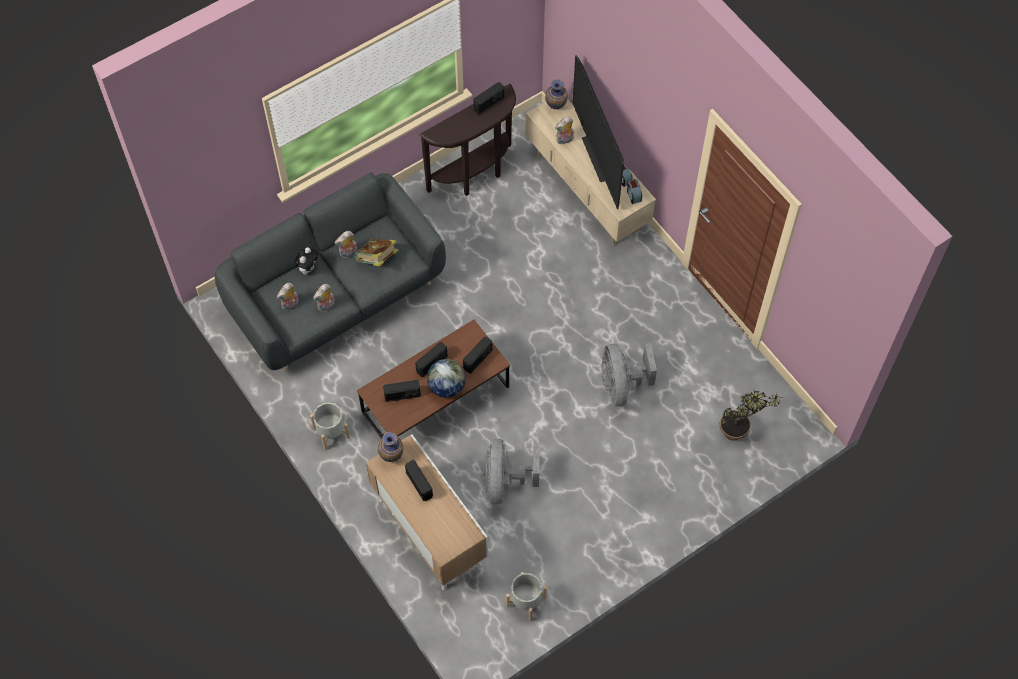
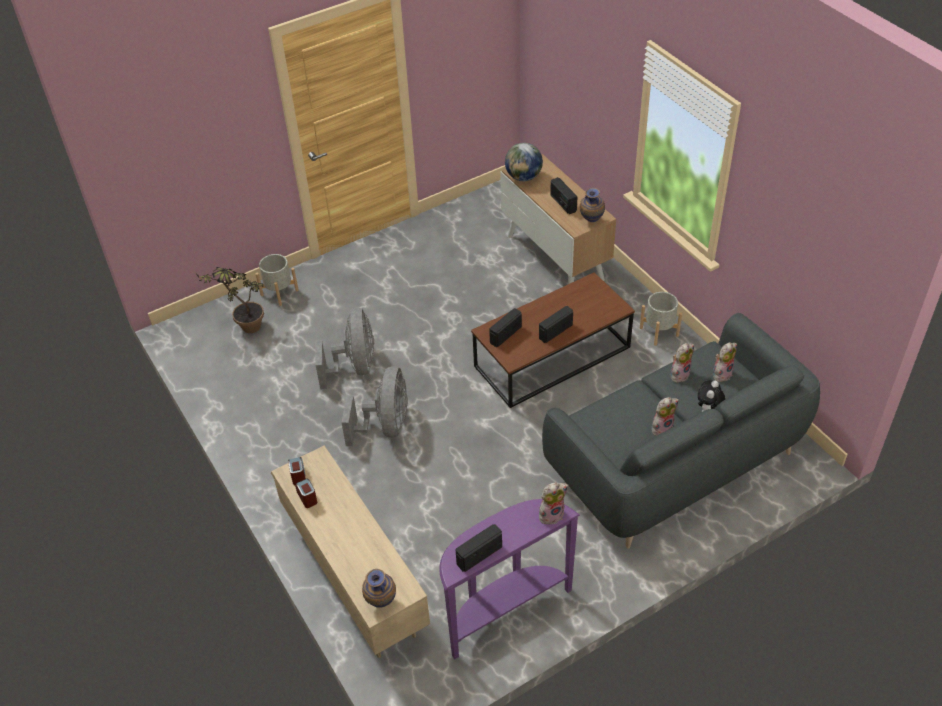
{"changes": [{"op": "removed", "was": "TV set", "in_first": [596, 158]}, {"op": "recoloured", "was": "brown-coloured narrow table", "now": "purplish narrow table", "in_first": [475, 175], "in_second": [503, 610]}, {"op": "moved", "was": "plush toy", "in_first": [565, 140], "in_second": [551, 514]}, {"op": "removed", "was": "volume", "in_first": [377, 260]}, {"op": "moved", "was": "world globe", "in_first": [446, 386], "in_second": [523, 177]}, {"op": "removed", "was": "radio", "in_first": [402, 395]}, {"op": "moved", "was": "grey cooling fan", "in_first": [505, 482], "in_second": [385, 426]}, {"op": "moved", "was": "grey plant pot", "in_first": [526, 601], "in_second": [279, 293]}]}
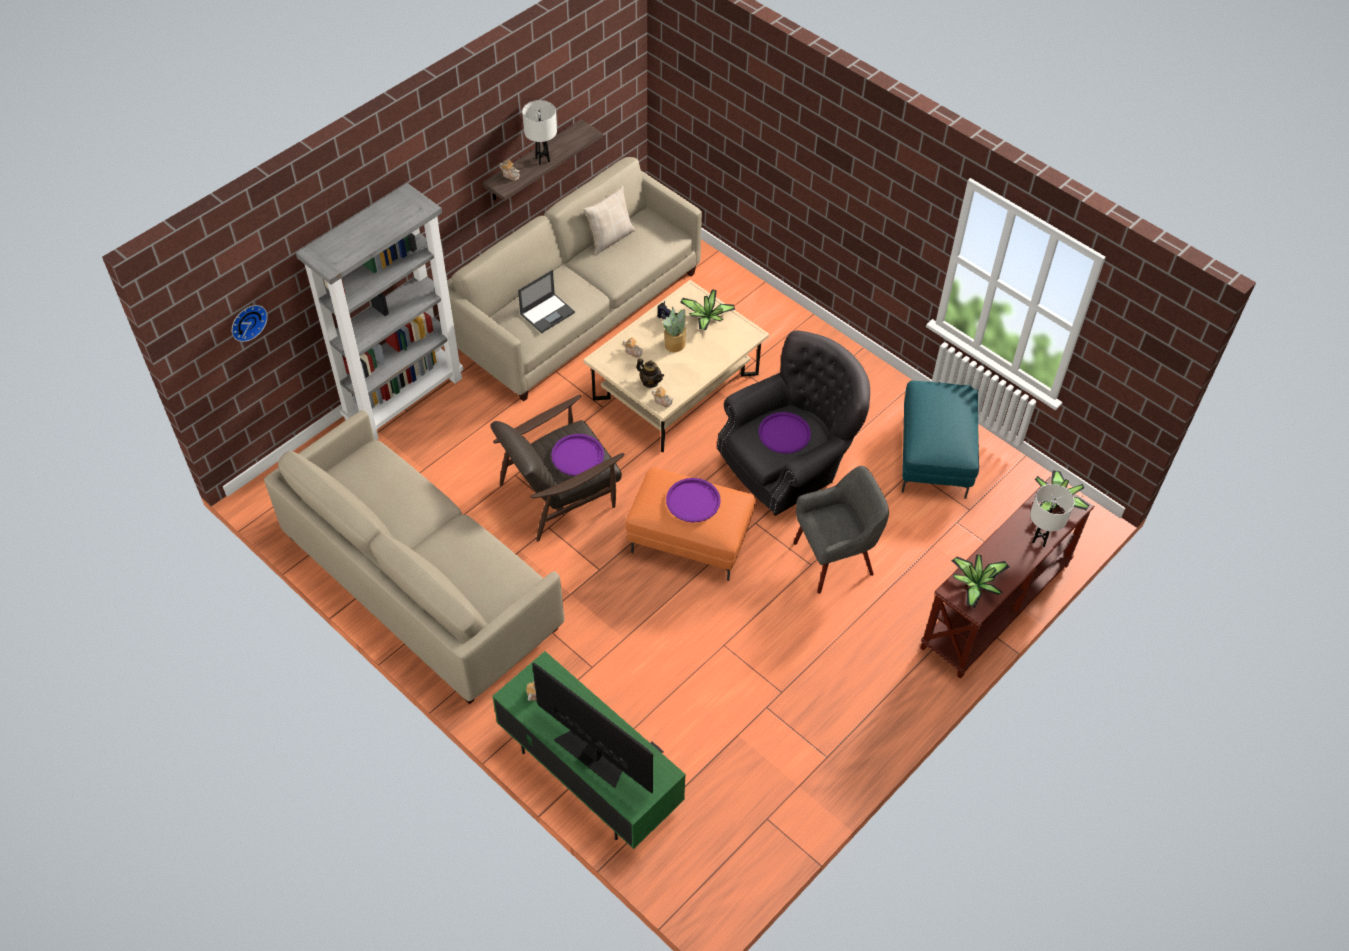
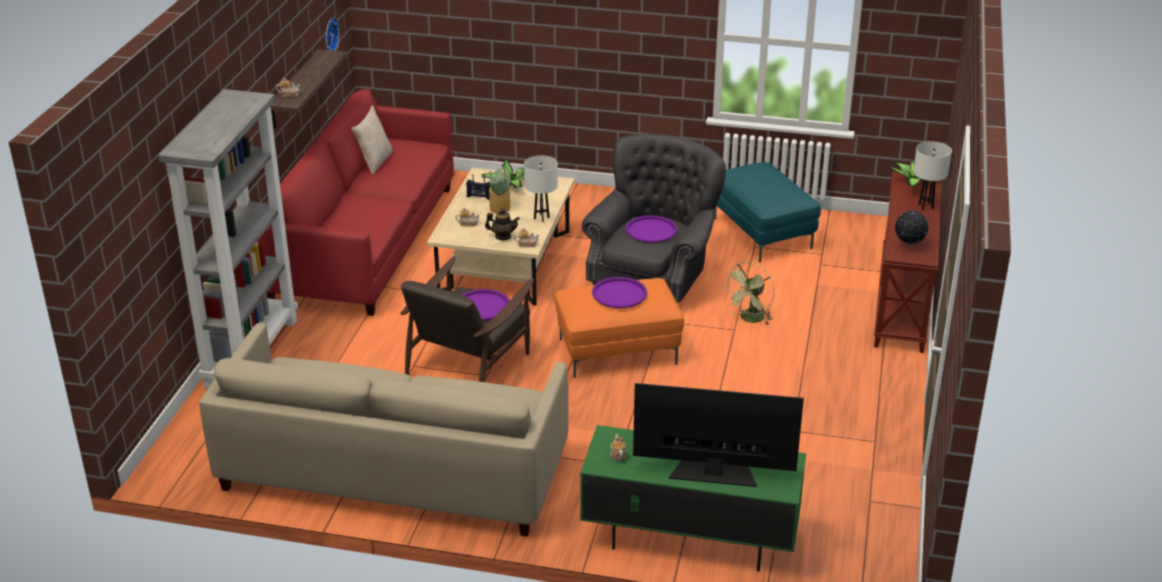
{"changes": [{"op": "moved", "was": "white lamp for a table", "in_first": [542, 160], "in_second": [541, 218]}, {"op": "recoloured", "was": "sand-coloured couch", "now": "red couch", "in_first": [576, 309], "in_second": [364, 242]}, {"op": "removed", "was": "laptop", "in_first": [547, 313]}, {"op": "moved", "was": "clock on the wall", "in_first": [247, 321], "in_second": [329, 35]}, {"op": "replaced", "was": "grey armchair", "now": "greenish cooling fan", "in_first": [834, 559], "in_second": [750, 319]}, {"op": "replaced", "was": "potted plant", "now": "world globe", "in_first": [975, 584], "in_second": [909, 245]}]}
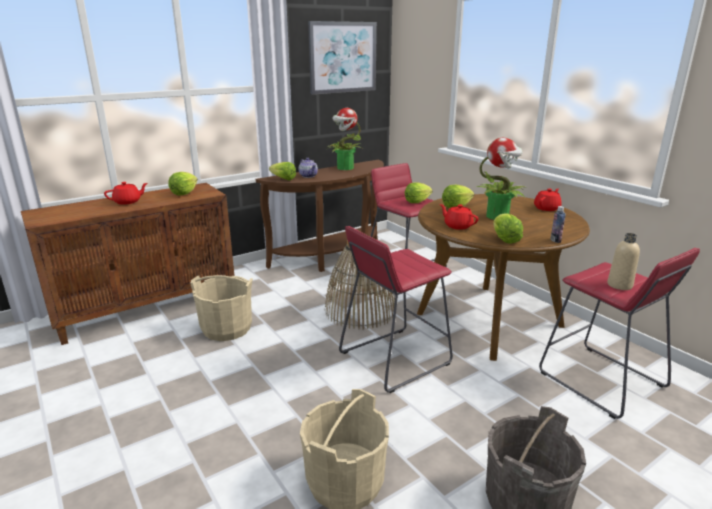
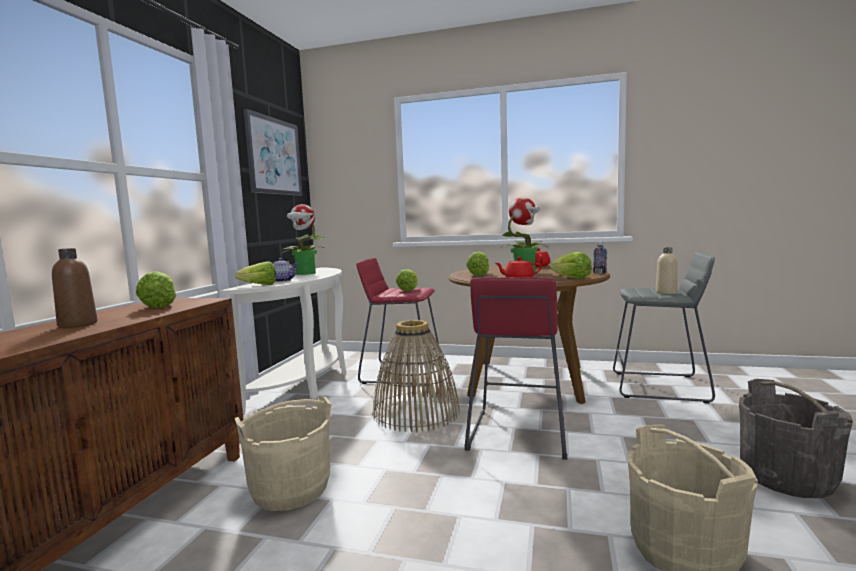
{"changes": [{"op": "recoloured", "was": "brown-coloured narrow table", "now": "white narrow table", "in_first": [333, 258], "in_second": [308, 384]}, {"op": "replaced", "was": "red pot for tea", "now": "brown-coloured drink bottle", "in_first": [128, 202], "in_second": [78, 324]}, {"op": "recoloured", "was": "red stool", "now": "grey stool", "in_first": [601, 380], "in_second": [659, 387]}]}
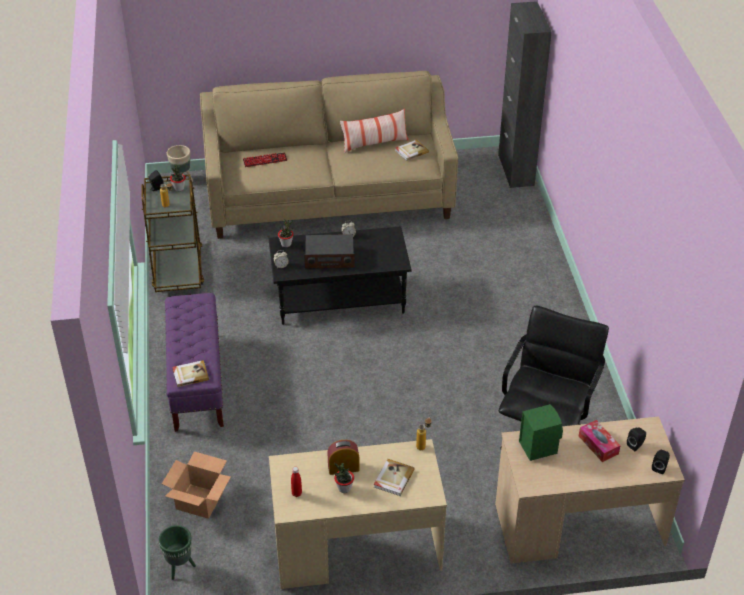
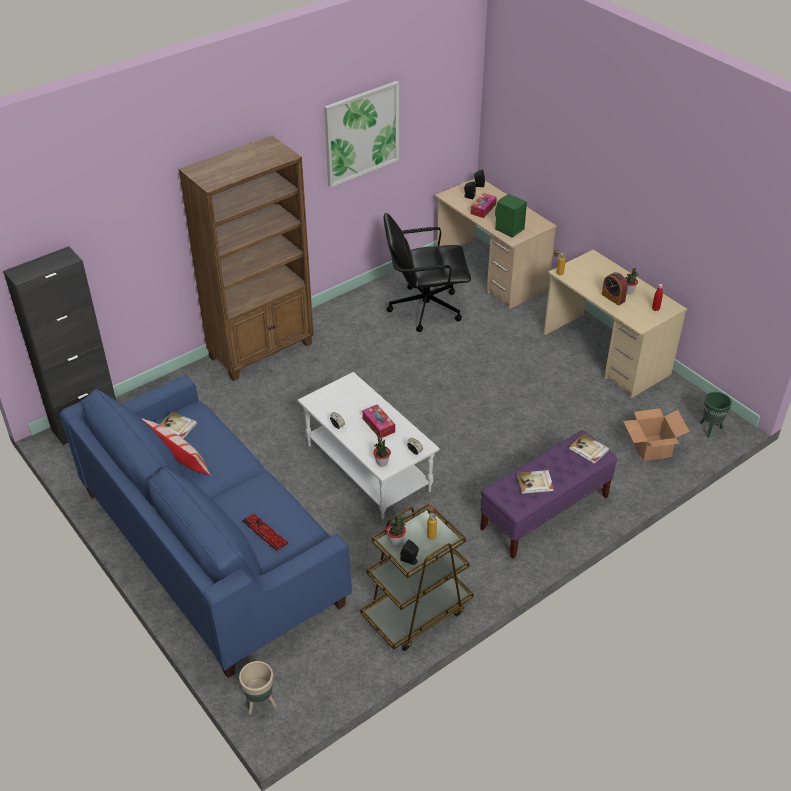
{"changes": [{"op": "recoloured", "was": "sand-coloured couch", "now": "blue couch", "in_first": [329, 195], "in_second": [211, 547]}, {"op": "recoloured", "was": "black coffee table", "now": "white coffee table", "in_first": [340, 298], "in_second": [366, 468]}, {"op": "replaced", "was": "radio", "now": "tissue holder", "in_first": [329, 258], "in_second": [378, 425]}, {"op": "moved", "was": "volume", "in_first": [393, 478], "in_second": [535, 483]}, {"op": "added", "now": "wall picture", "in_second": [361, 133]}, {"op": "added", "now": "brown-coloured bookcase", "in_second": [262, 350]}]}
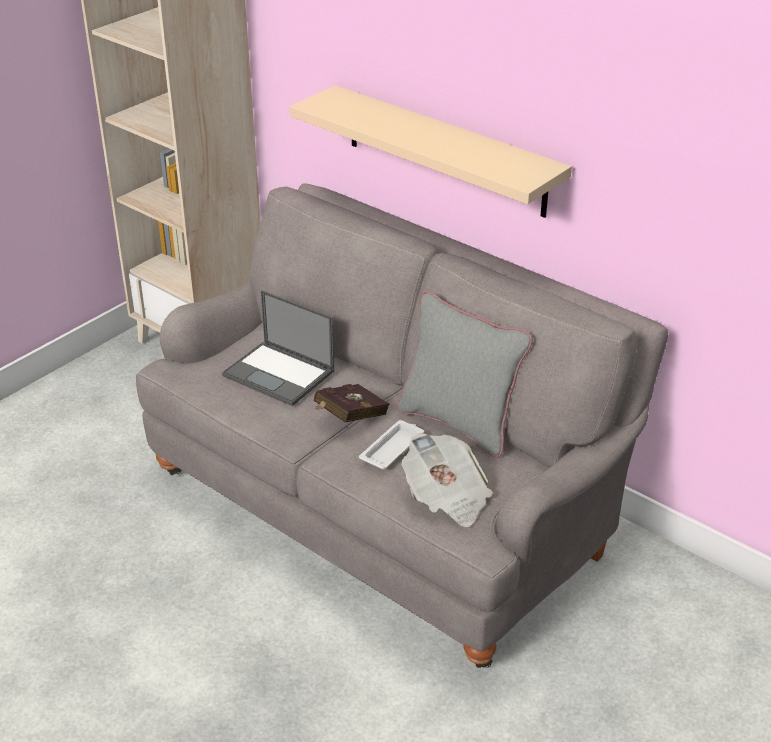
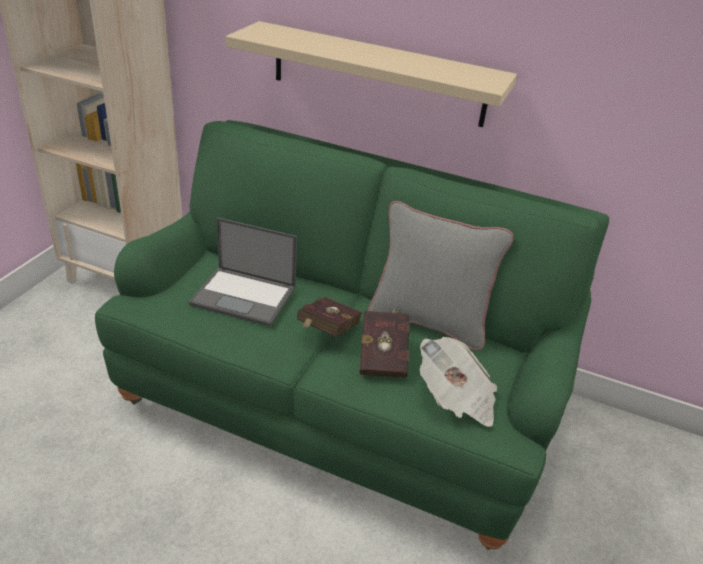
{"changes": [{"op": "recoloured", "was": "grey couch", "now": "greenish couch", "in_first": [386, 505], "in_second": [341, 401]}, {"op": "replaced", "was": "white carrying tray", "now": "red volume", "in_first": [393, 448], "in_second": [383, 355]}]}
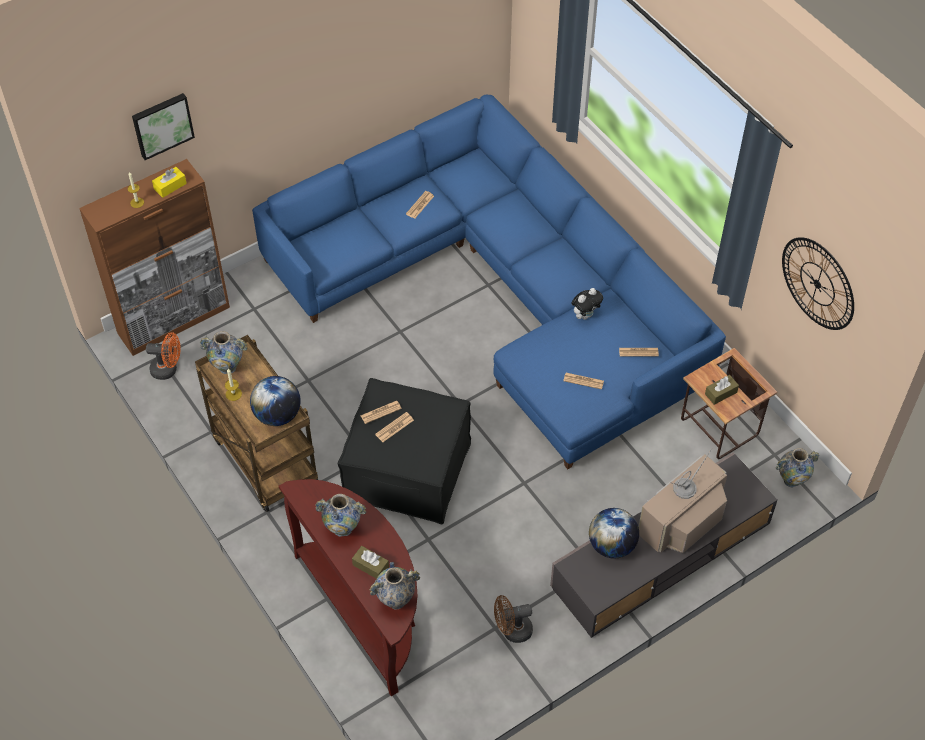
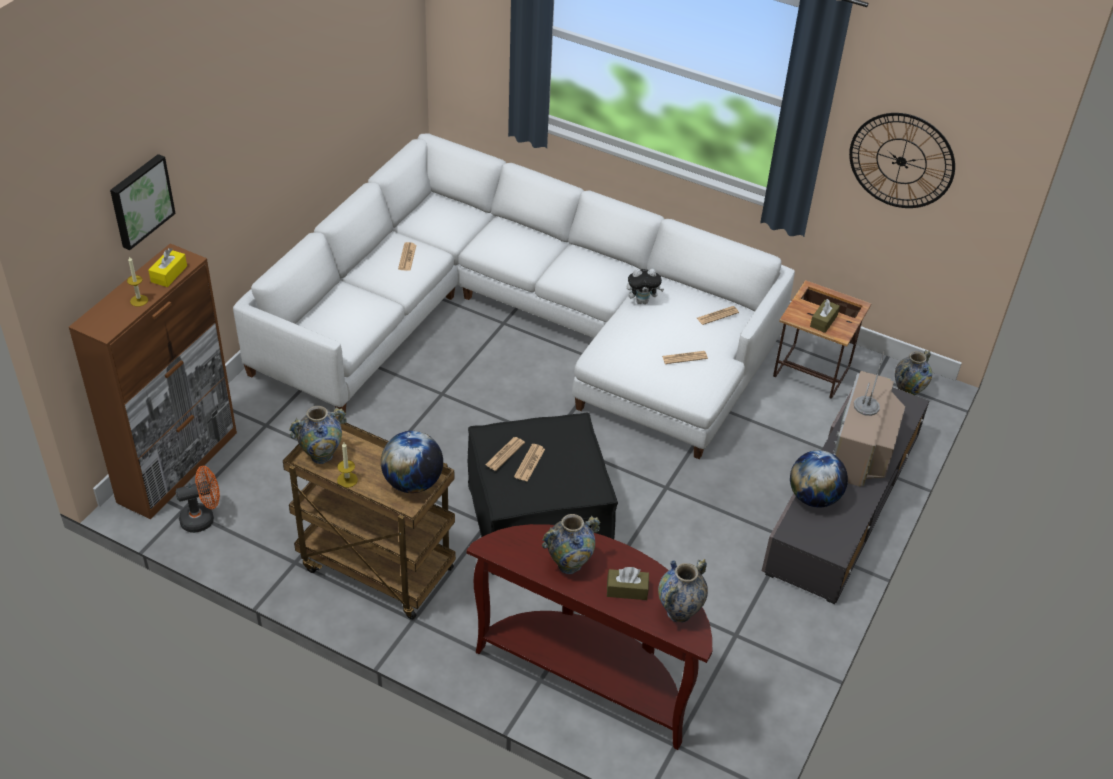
{"changes": [{"op": "recoloured", "was": "blue couch", "now": "white couch", "in_first": [500, 291], "in_second": [519, 324]}, {"op": "turned", "was": "plush toy", "in_first": [585, 315], "in_second": [642, 301], "clockwise": 60}, {"op": "removed", "was": "brown-coloured cooling fan", "in_first": [512, 631]}]}
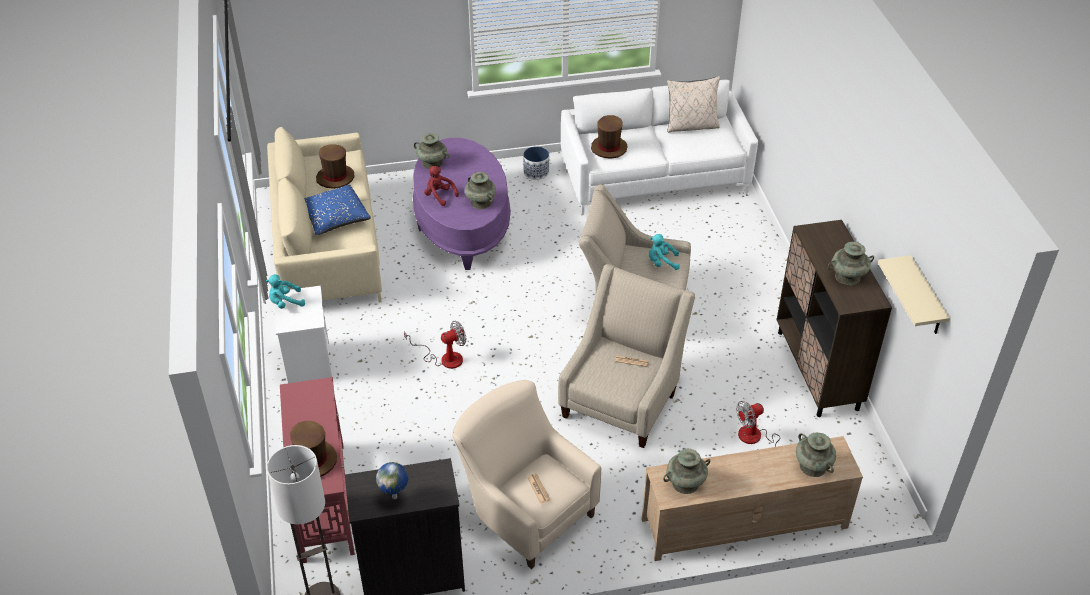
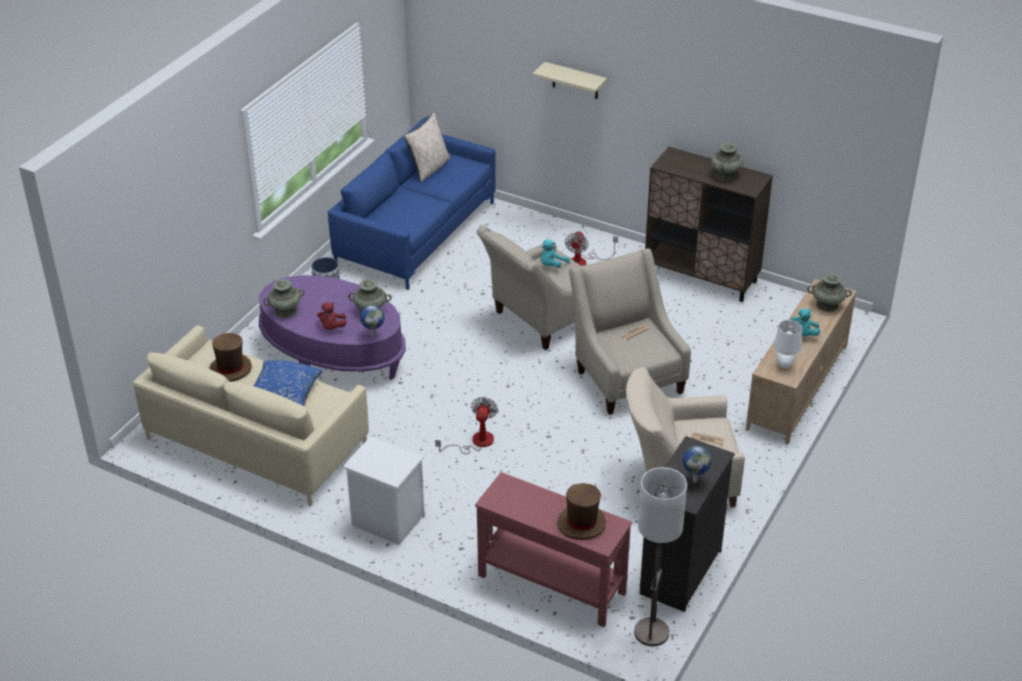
{"changes": [{"op": "recoloured", "was": "white couch", "now": "blue couch", "in_first": [654, 177], "in_second": [416, 233]}, {"op": "removed", "was": "brown-coloured clothing hat", "in_first": [609, 148]}, {"op": "turned", "was": "red plush toy", "in_first": [439, 196], "in_second": [332, 327], "clockwise": -75}, {"op": "moved", "was": "sand-coloured shelf", "in_first": [926, 298], "in_second": [575, 81]}, {"op": "moved", "was": "turquoise plush toy", "in_first": [285, 302], "in_second": [803, 334]}, {"op": "moved", "was": "cooling fan", "in_first": [758, 438], "in_second": [583, 262]}, {"op": "replaced", "was": "turquoise vase", "now": "white lamp for a table", "in_first": [685, 483], "in_second": [785, 365]}, {"op": "added", "now": "world globe", "in_second": [373, 335]}]}
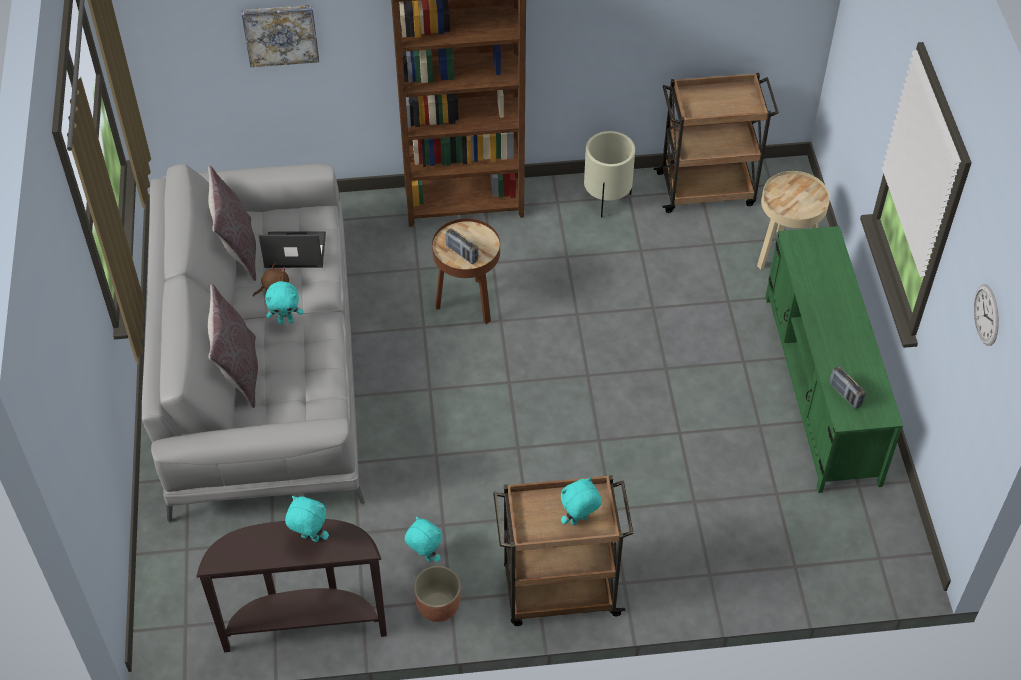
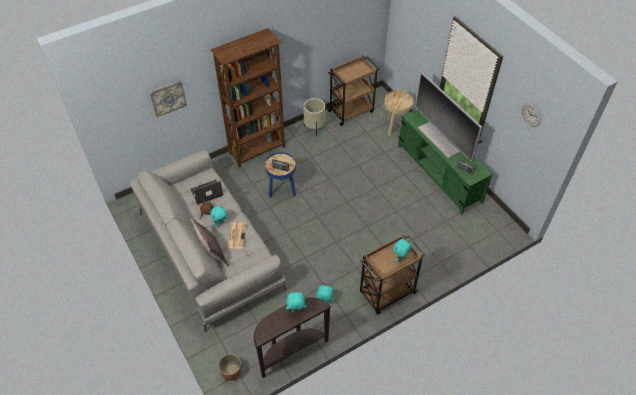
{"changes": [{"op": "removed", "was": "grey throw pillow", "in_first": [238, 250]}, {"op": "recoloured", "was": "brown-coloured side table", "now": "blue side table", "in_first": [467, 302], "in_second": [281, 190]}, {"op": "moved", "was": "plant pot", "in_first": [438, 606], "in_second": [231, 372]}, {"op": "added", "now": "TV set", "in_second": [439, 139]}, {"op": "added", "now": "printed paper", "in_second": [237, 235]}]}
